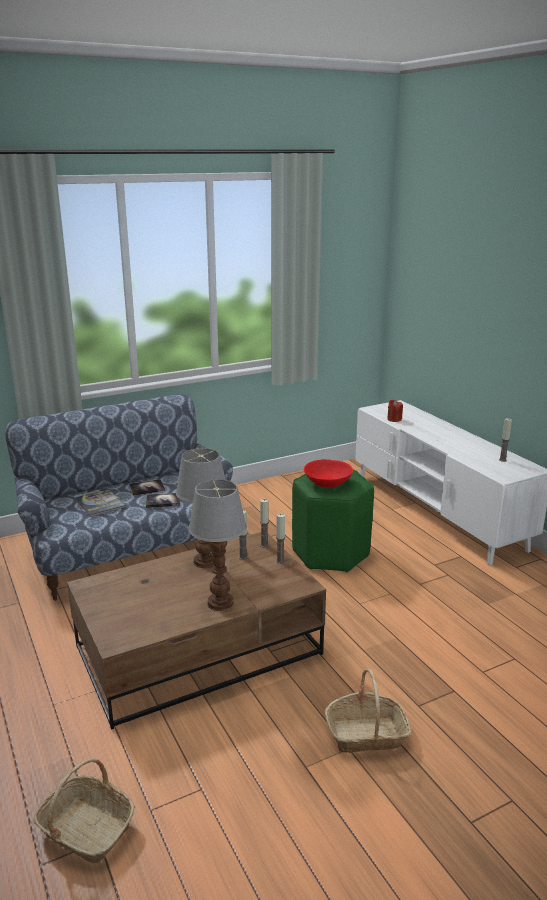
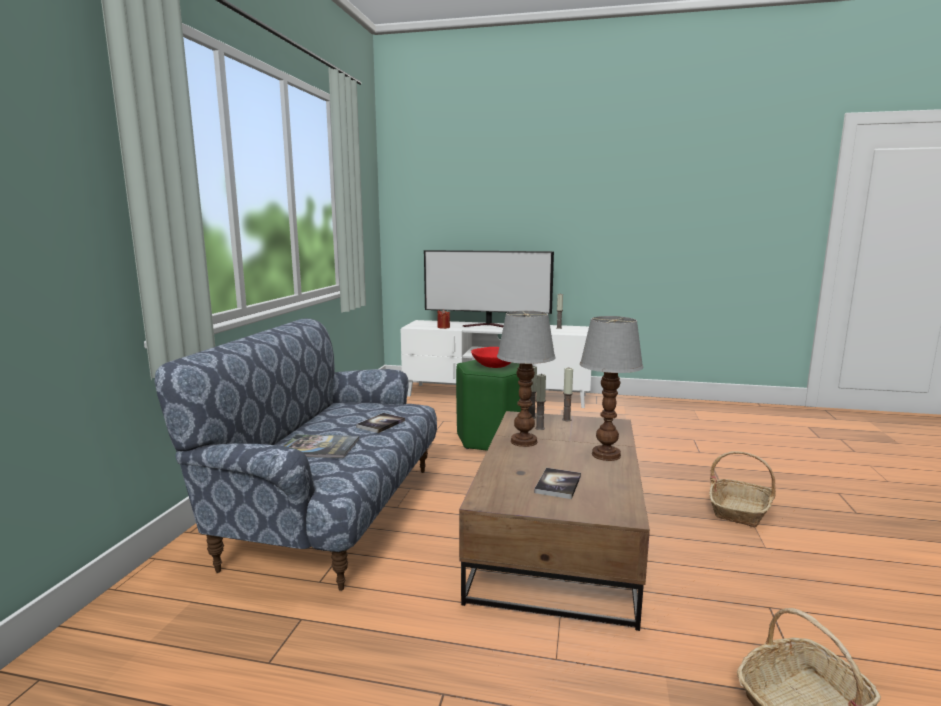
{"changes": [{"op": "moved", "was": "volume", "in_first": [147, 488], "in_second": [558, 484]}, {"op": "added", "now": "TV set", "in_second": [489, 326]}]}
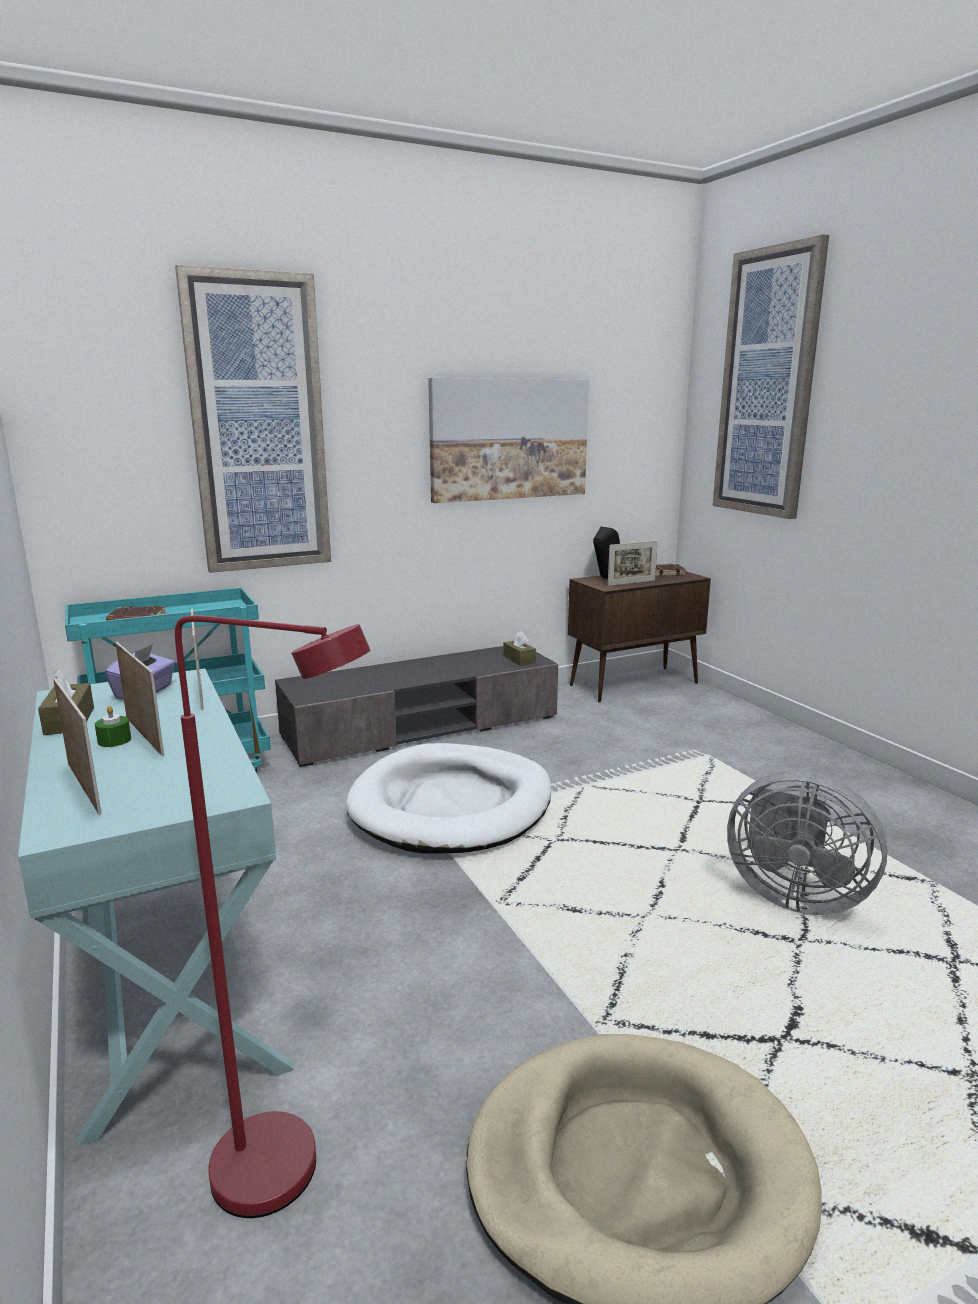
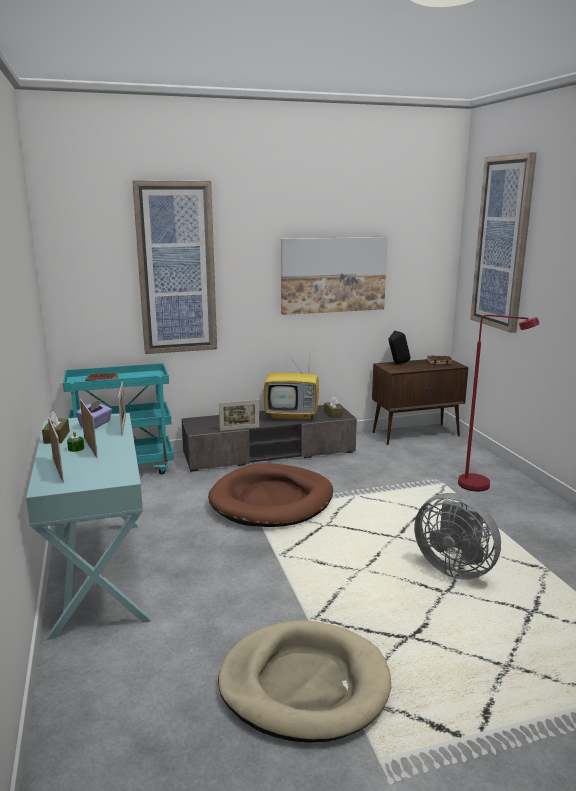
{"changes": [{"op": "moved", "was": "standing frame", "in_first": [631, 583], "in_second": [239, 428]}, {"op": "moved", "was": "red standard lamp", "in_first": [290, 1177], "in_second": [482, 486]}, {"op": "recoloured", "was": "white pet bed", "now": "brown-coloured pet bed", "in_first": [452, 805], "in_second": [272, 500]}, {"op": "added", "now": "TV set", "in_second": [293, 416]}]}
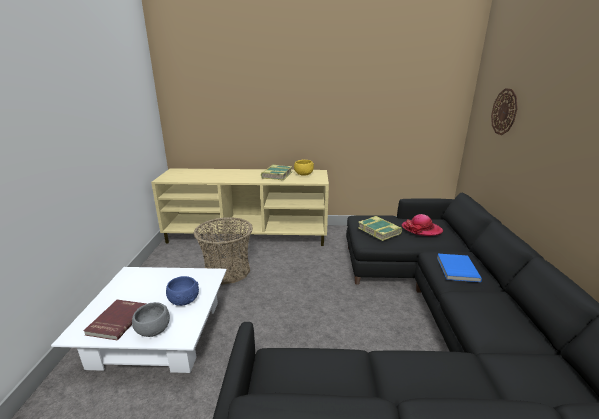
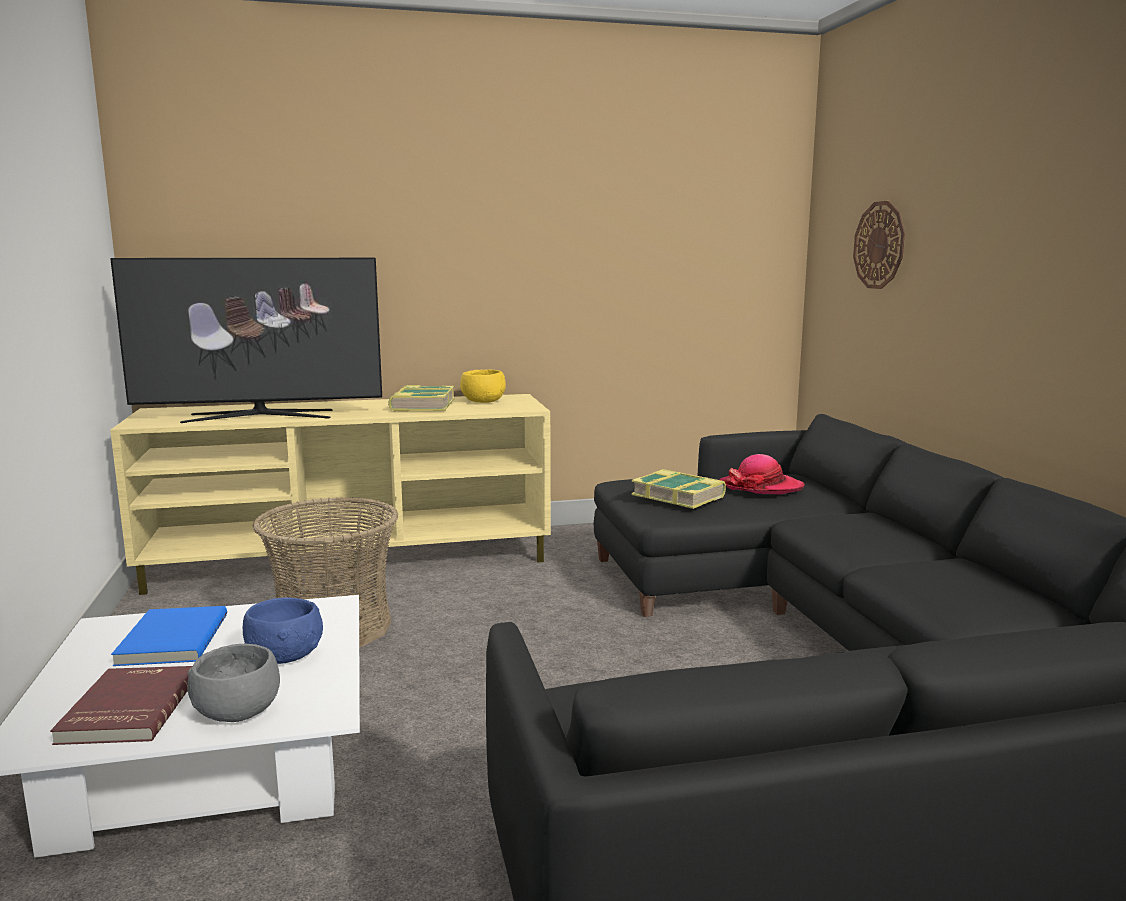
{"changes": [{"op": "moved", "was": "blue volume", "in_first": [456, 269], "in_second": [171, 640]}, {"op": "added", "now": "TV set", "in_second": [259, 416]}]}
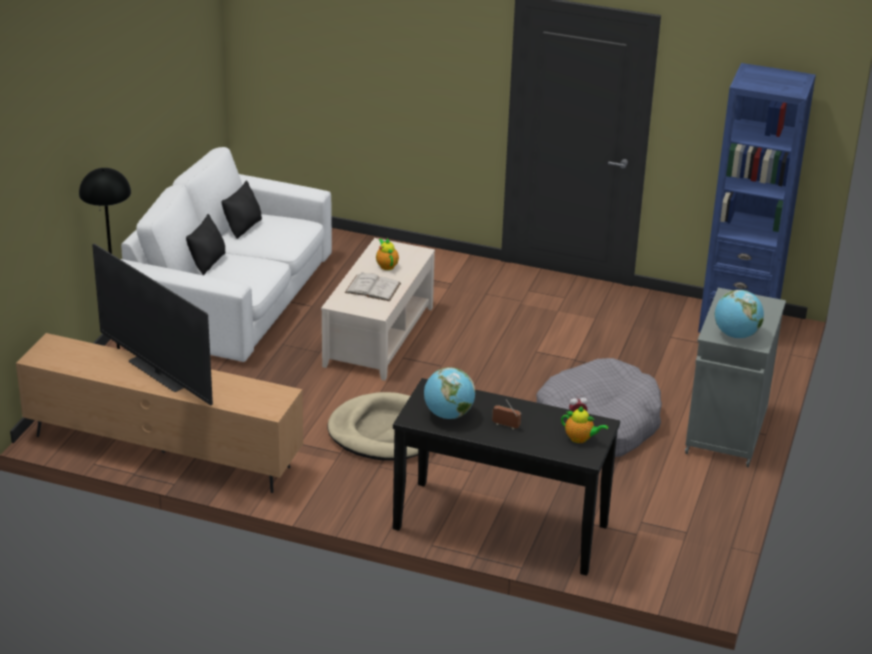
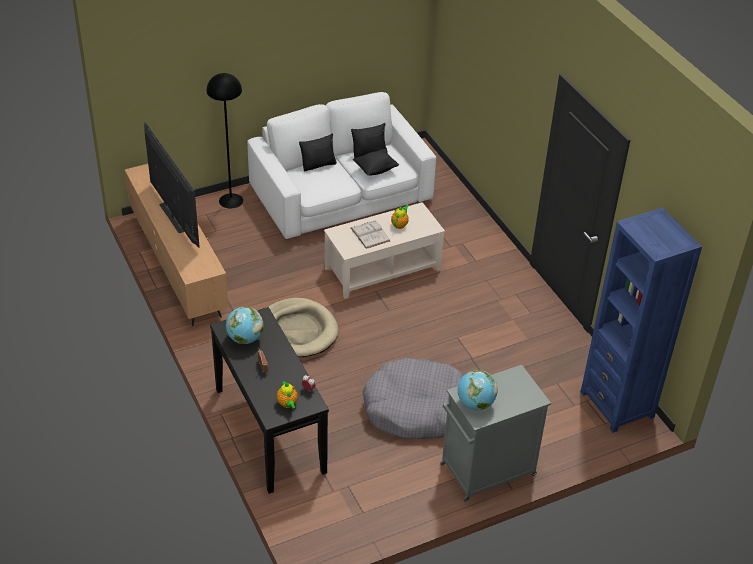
{"changes": [{"op": "turned", "was": "TV set", "in_first": [157, 374], "in_second": [173, 217], "clockwise": 150}, {"op": "added", "now": "black throw pillow", "in_second": [376, 169]}]}
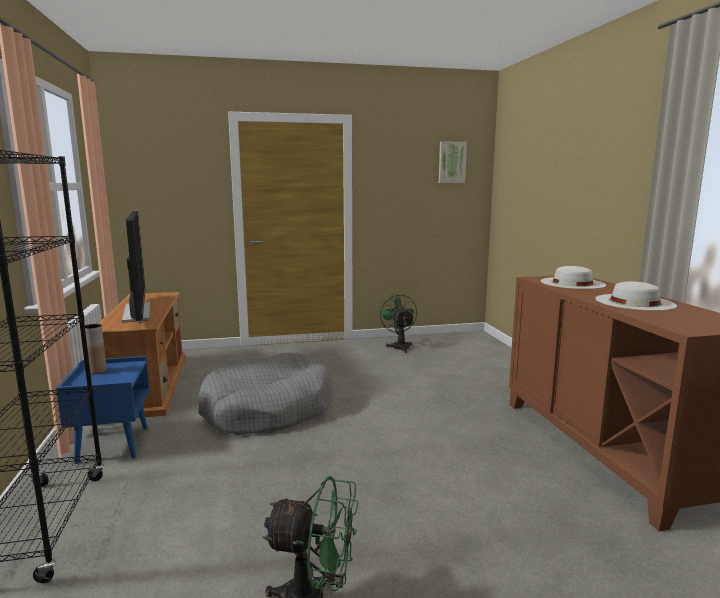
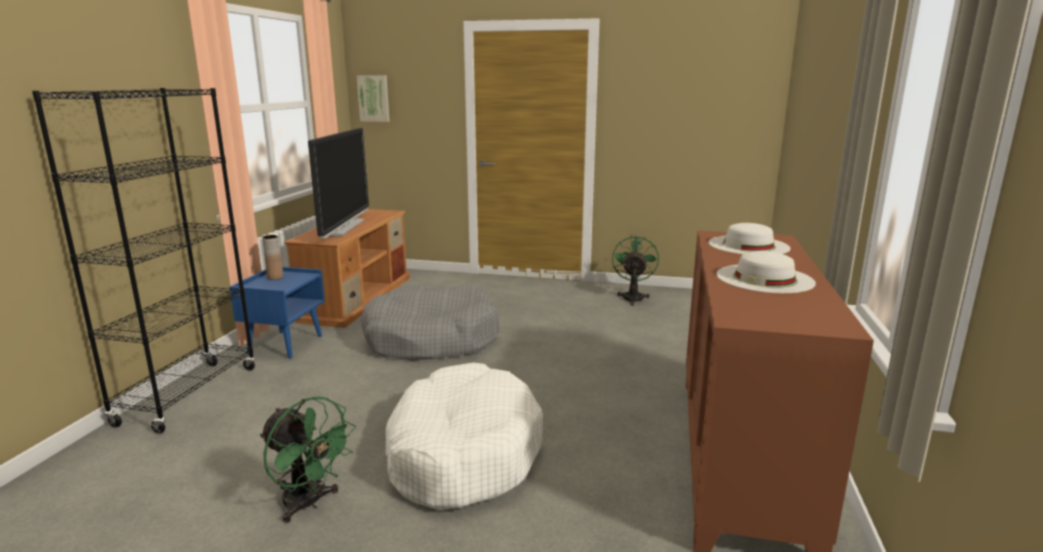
{"changes": [{"op": "moved", "was": "wall picture", "in_first": [451, 162], "in_second": [374, 98]}, {"op": "added", "now": "white pet bed", "in_second": [462, 452]}]}
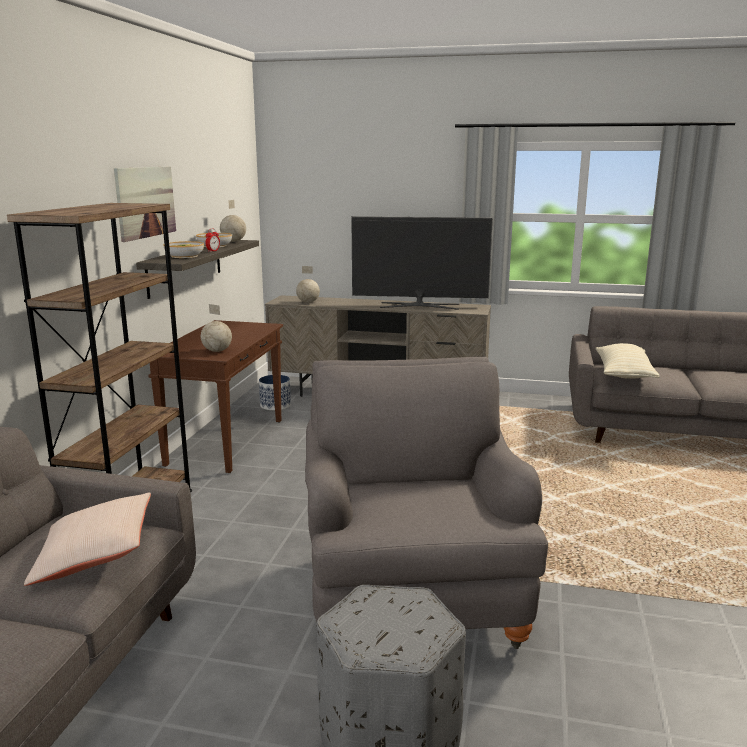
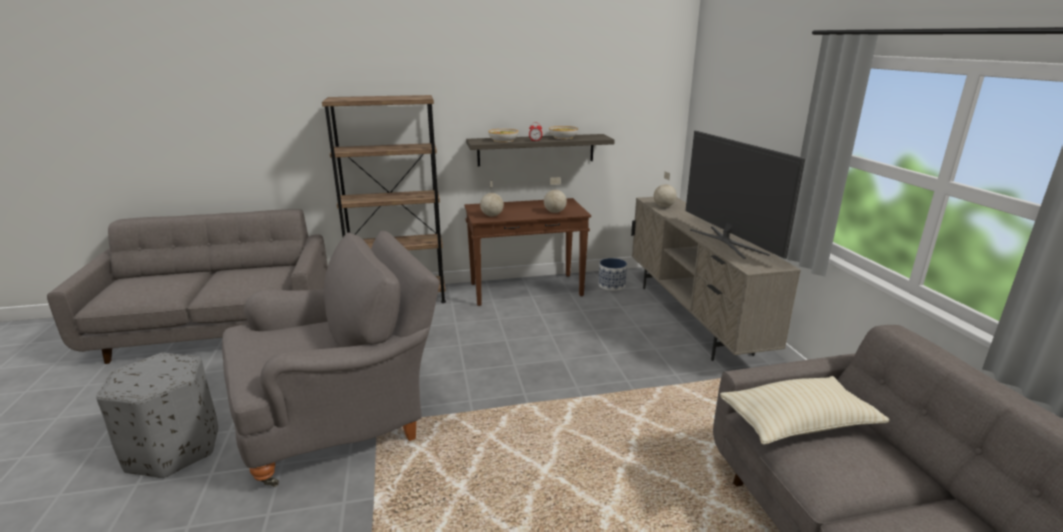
{"changes": [{"op": "removed", "was": "wall picture", "in_first": [145, 202]}, {"op": "moved", "was": "world globe", "in_first": [234, 241], "in_second": [555, 212]}, {"op": "removed", "was": "sand-coloured throw pillow", "in_first": [95, 555]}]}
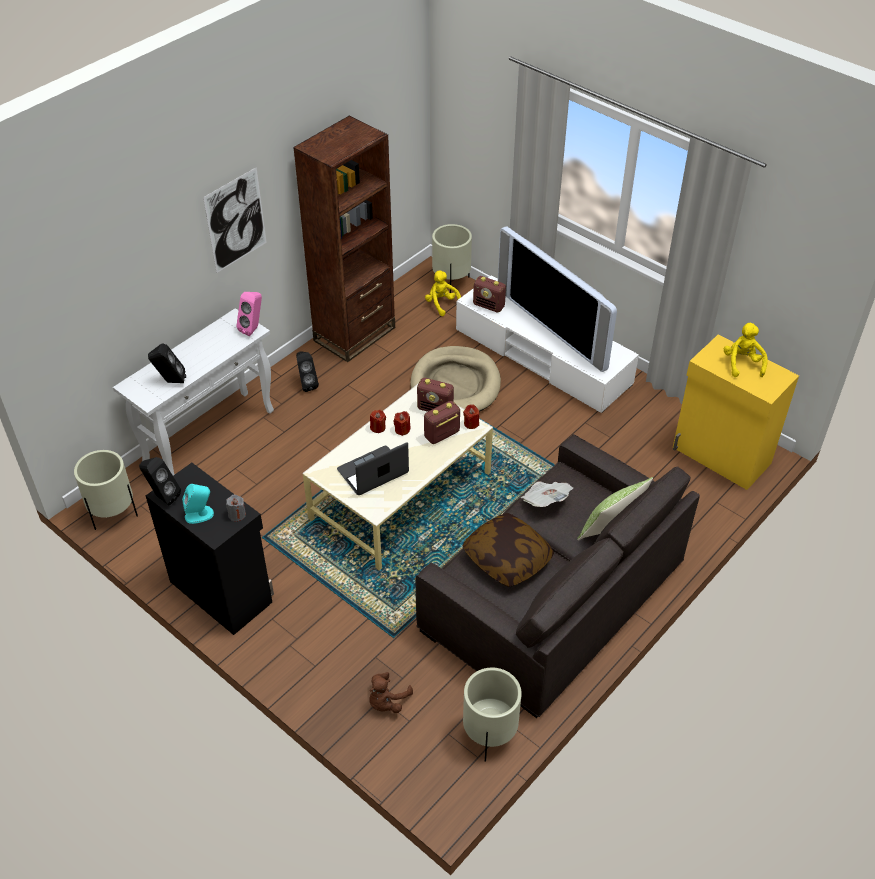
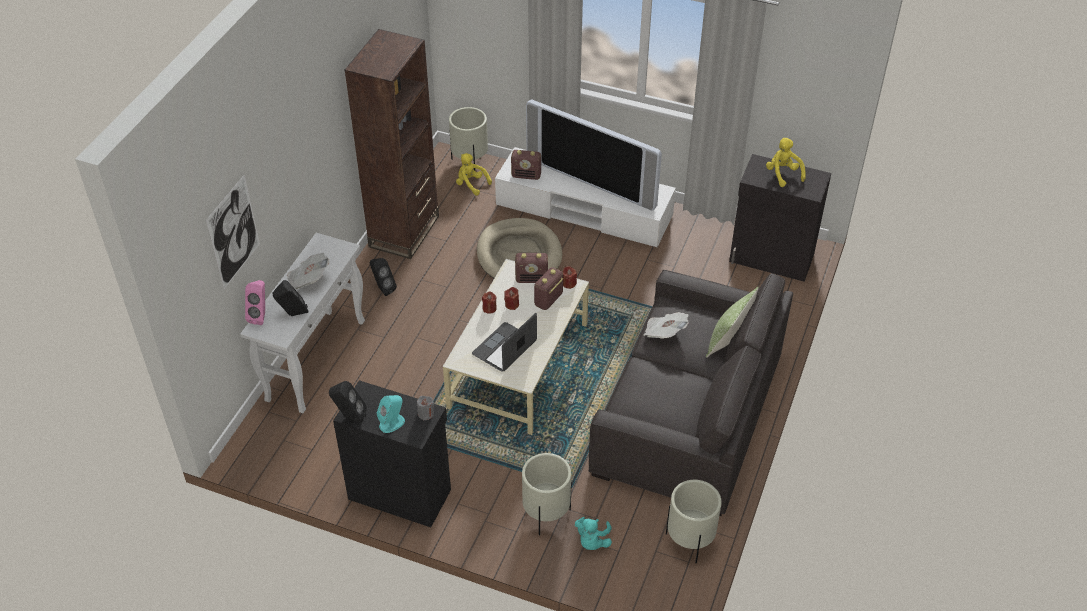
{"changes": [{"op": "moved", "was": "wall picture", "in_first": [236, 220], "in_second": [233, 232]}, {"op": "moved", "was": "pink-coloured audio speaker", "in_first": [253, 328], "in_second": [260, 316]}, {"op": "recoloured", "was": "yellow cabinet", "now": "black cabinet", "in_first": [721, 456], "in_second": [771, 259]}, {"op": "moved", "was": "sand-coloured plant pot", "in_first": [114, 514], "in_second": [546, 514]}, {"op": "removed", "was": "throw pillow", "in_first": [507, 558]}, {"op": "recoloured", "was": "brown-coloured plush toy", "now": "turquoise plush toy", "in_first": [387, 701], "in_second": [592, 541]}, {"op": "added", "now": "printed paper", "in_second": [308, 279]}]}
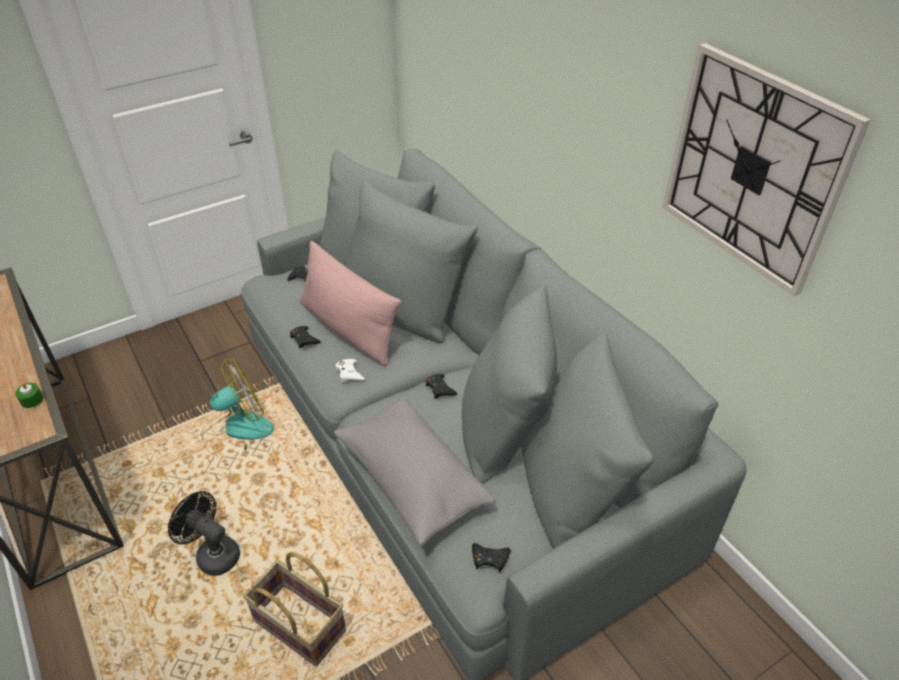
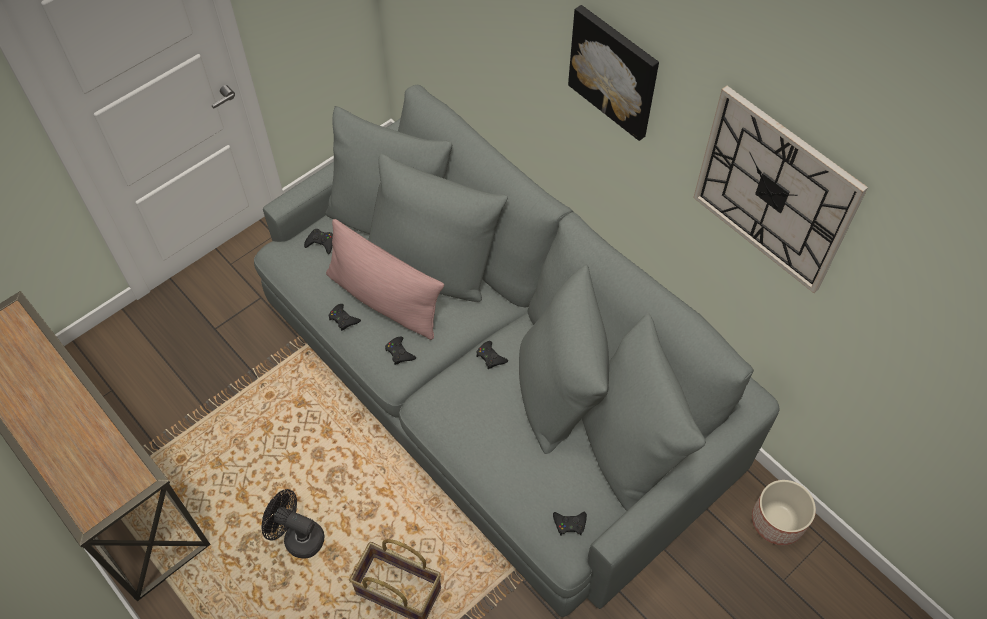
{"changes": [{"op": "removed", "was": "cooling fan", "in_first": [237, 432]}, {"op": "recoloured", "was": "white gamepad", "now": "black gamepad", "in_first": [349, 373], "in_second": [399, 353]}, {"op": "removed", "was": "greenish candle", "in_first": [32, 400]}, {"op": "removed", "was": "grey throw pillow", "in_first": [412, 480]}, {"op": "added", "now": "wall picture", "in_second": [615, 71]}, {"op": "added", "now": "plant pot", "in_second": [778, 520]}]}
